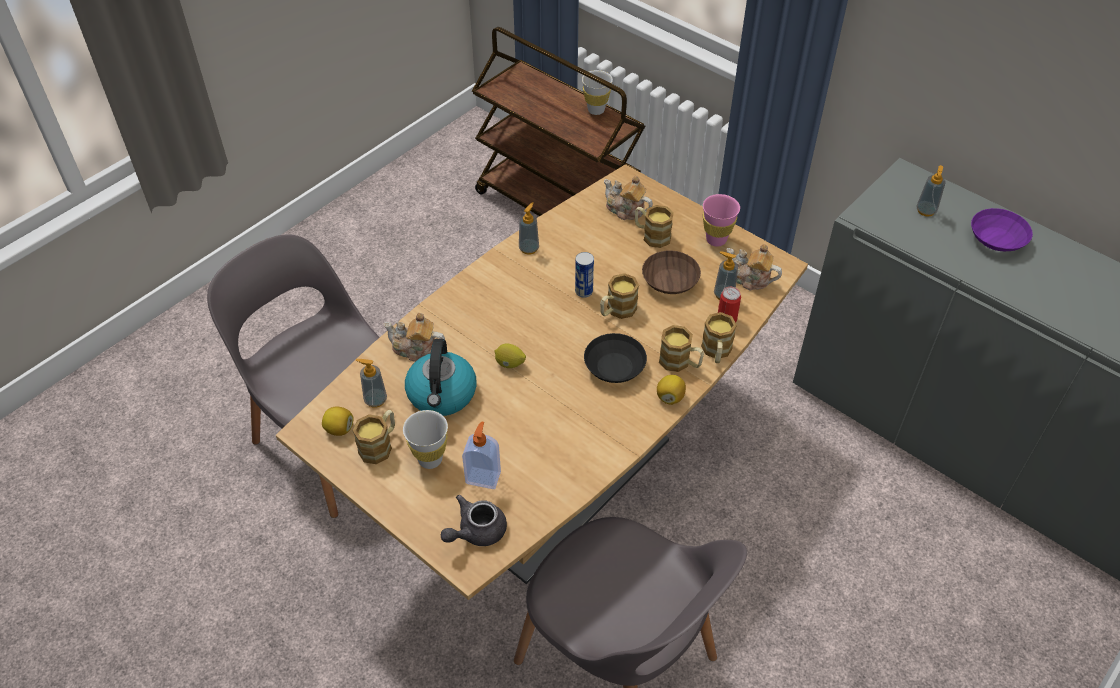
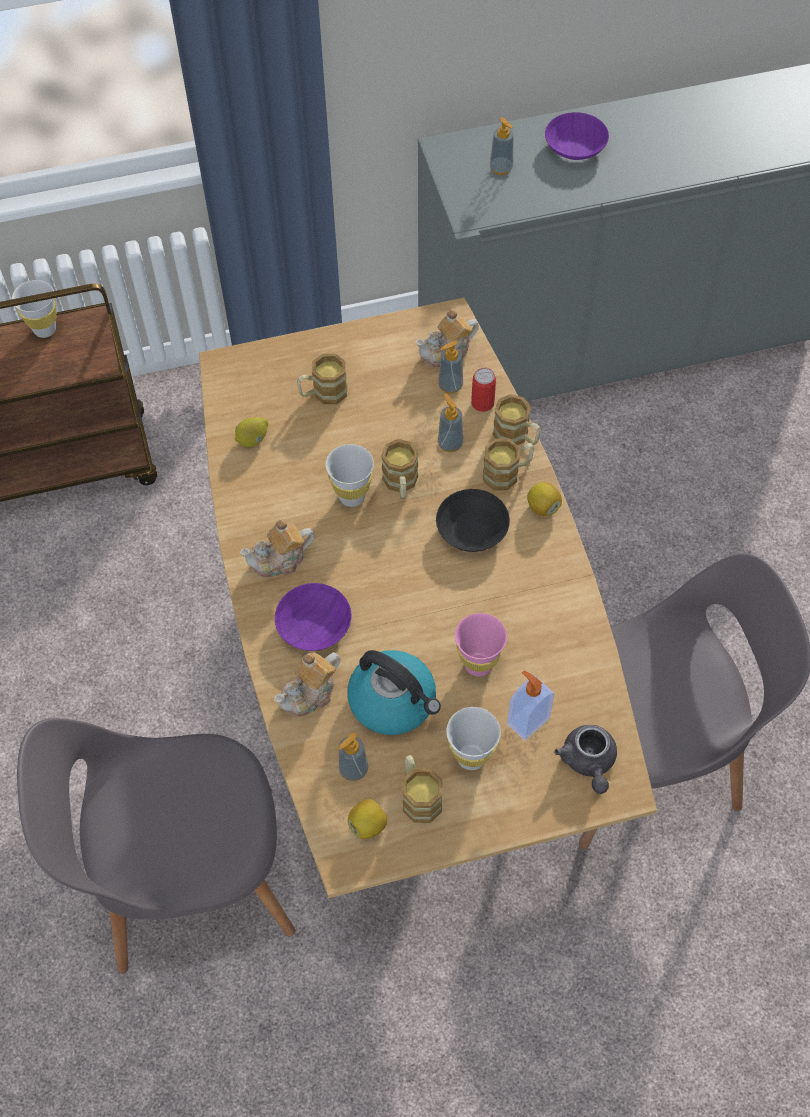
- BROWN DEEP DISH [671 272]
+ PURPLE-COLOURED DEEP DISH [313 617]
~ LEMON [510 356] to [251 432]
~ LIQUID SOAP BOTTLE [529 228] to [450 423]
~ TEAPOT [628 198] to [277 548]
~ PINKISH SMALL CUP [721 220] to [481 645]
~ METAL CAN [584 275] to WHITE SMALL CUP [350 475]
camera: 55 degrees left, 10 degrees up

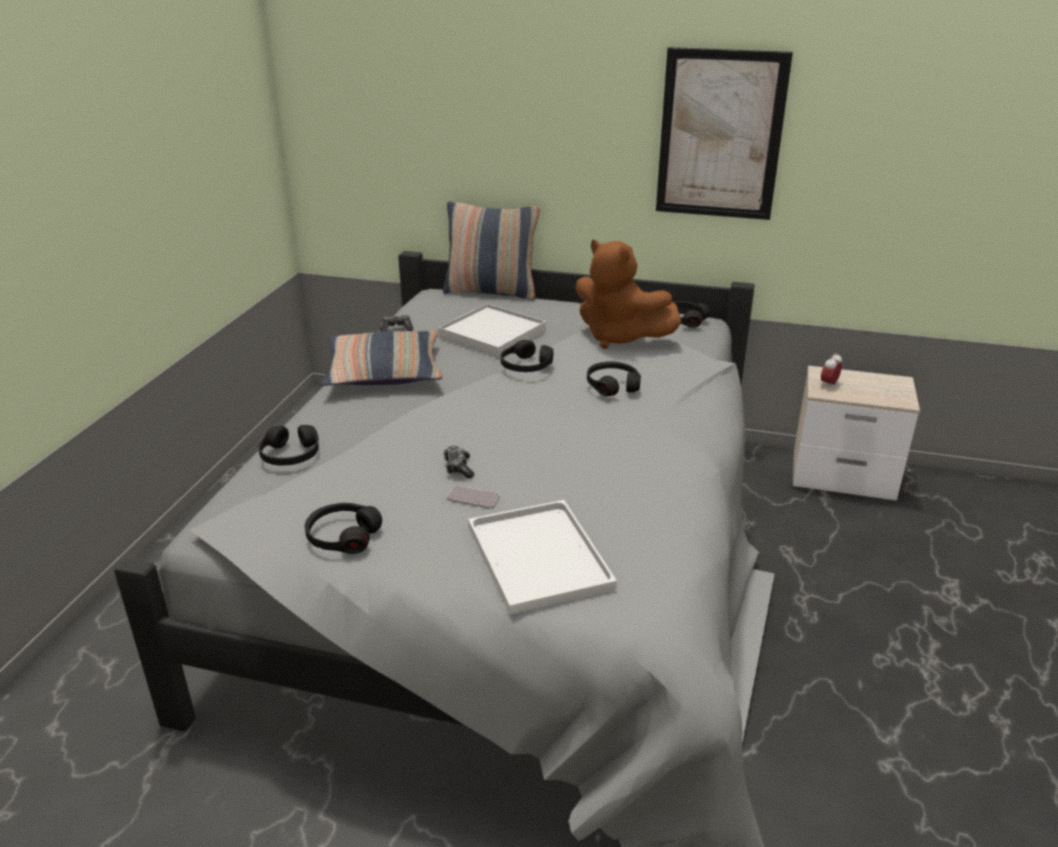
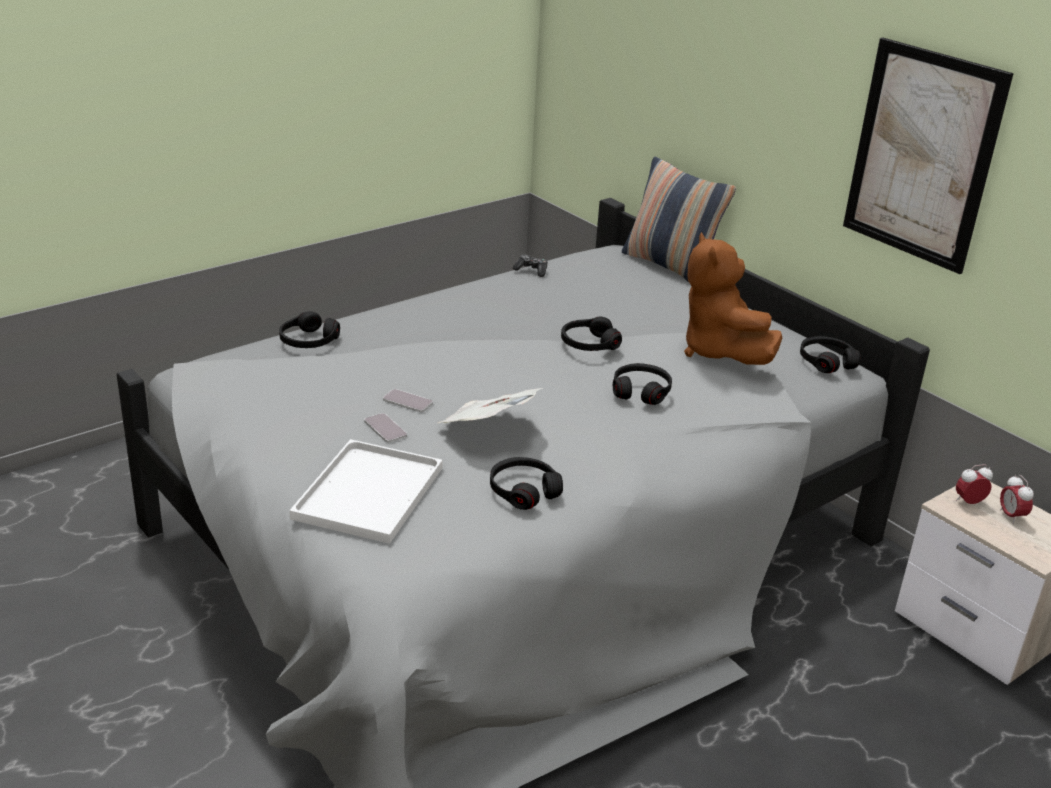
- PILLOW [382 358]
- WHITE SERVING TRAY [492 331]
+ NEWSPAPER [490 405]
+ ALARM CLOCK [1017 499]
~ BLACK-COLOURED HEADPHONES [343 528] to [526 483]
~ JOYPAD [458 462] to HANDSET [408 400]
camera: 35 degrees right, 0 degrees up

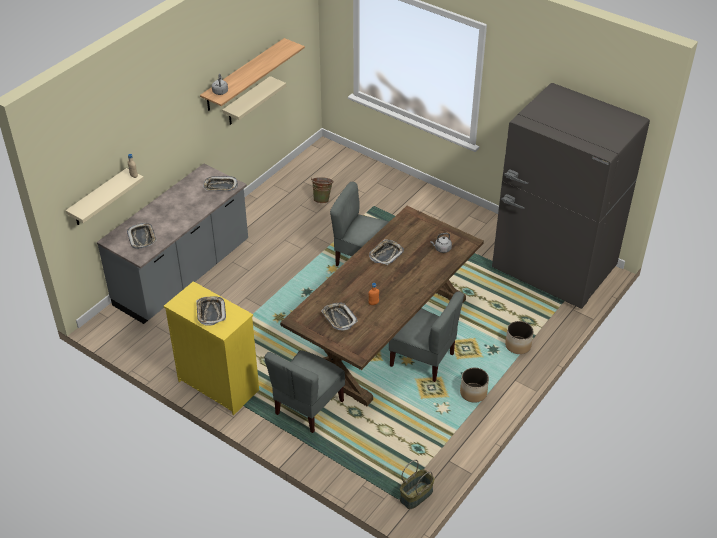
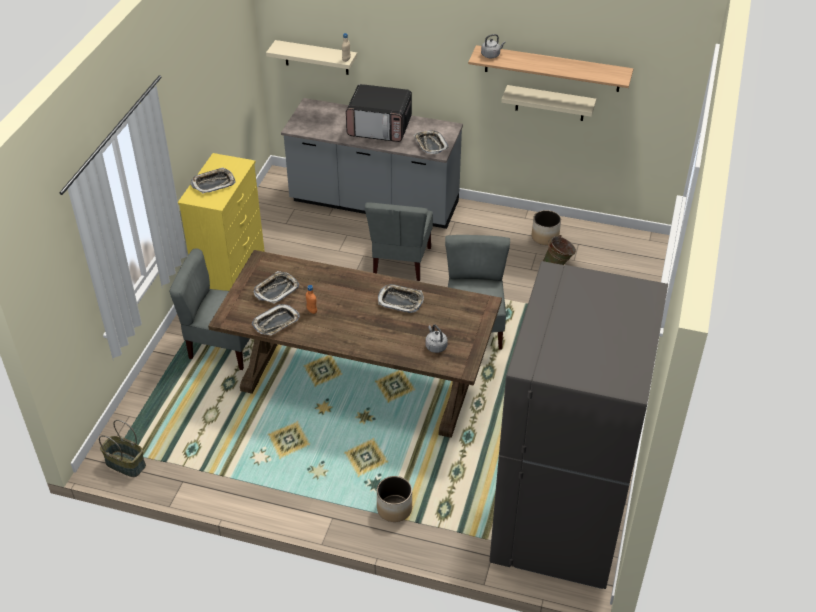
+ KITCHEN MICROWAVE [379 113]
~ SERVING TRAY [142 236] to [276 319]
~ GREYISH CHAIR [426 336] to [399 242]
~ PLANTER [474 385] to [546 227]
camera: 70 degrees right, 0 degrees up

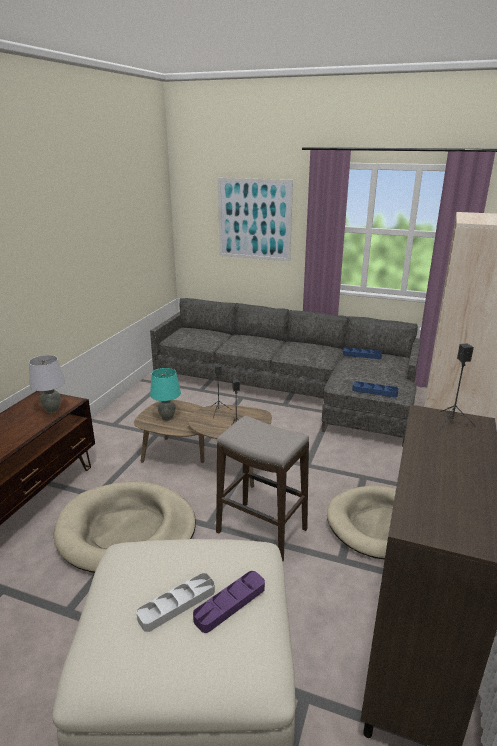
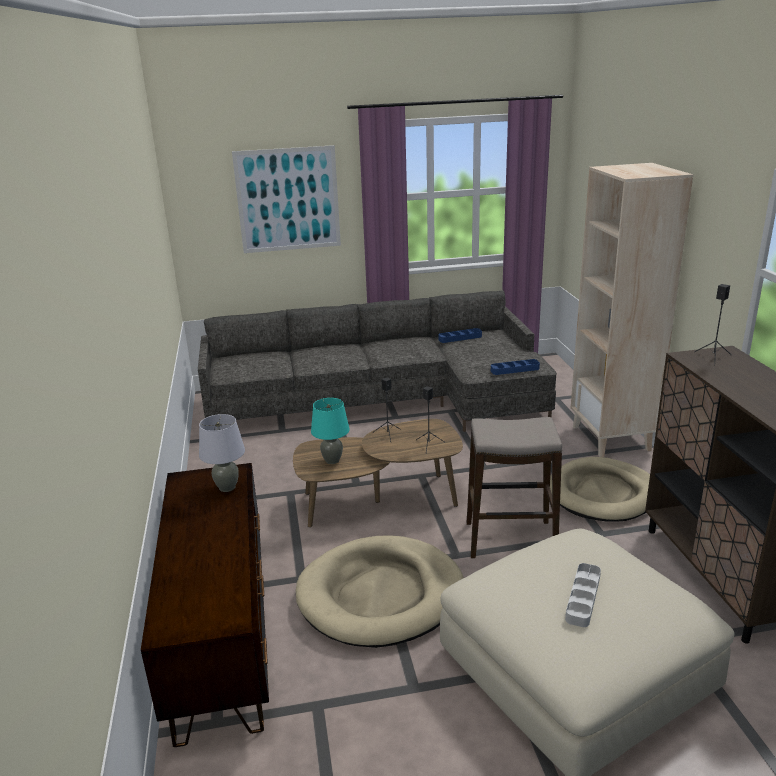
- PURPLE-COLOURED SERVING TRAY [229 602]
camera: 30 degrees left, 0 degrees up

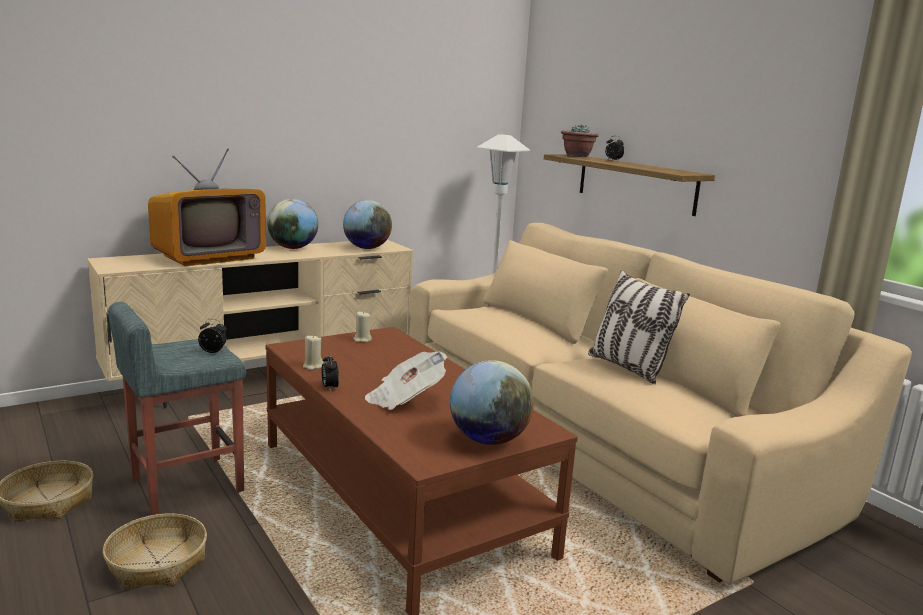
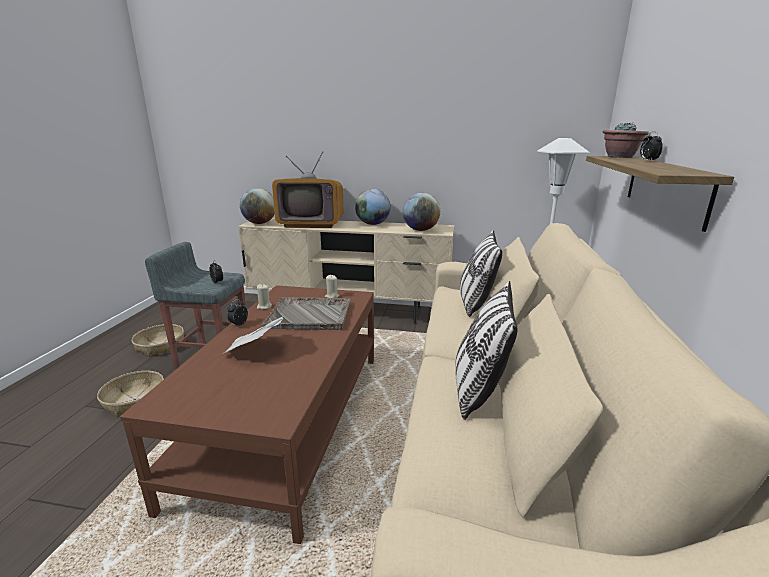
+ GREYISH SERVING TRAY [306 313]
+ PILLOW [481 273]
~ DESK GLOBE [492 402] to [257 206]
camera: 45 degrees right, 5 degrees up

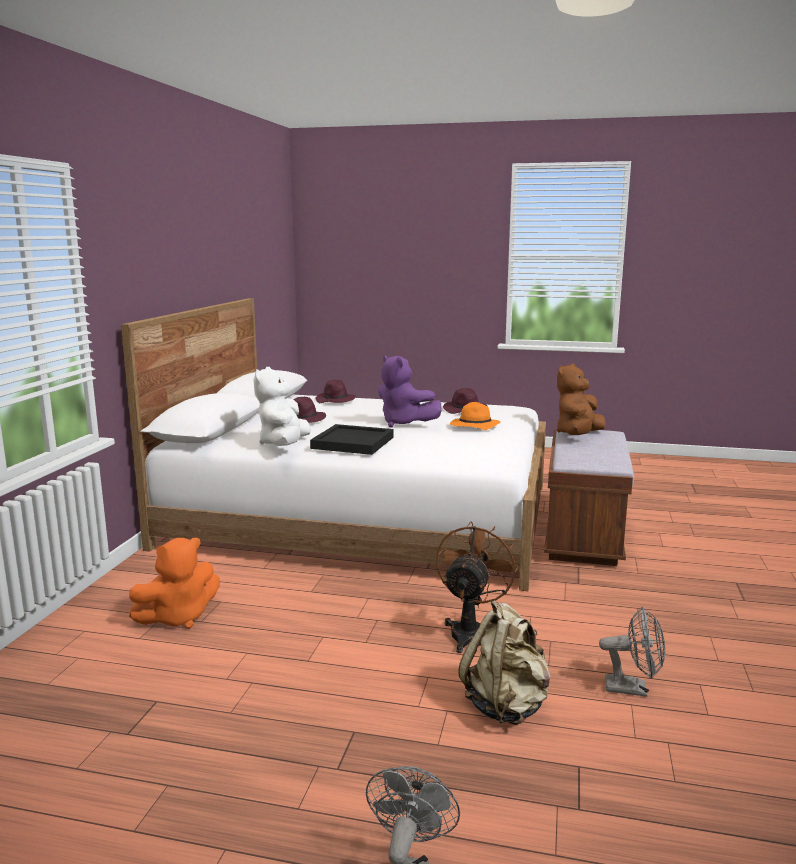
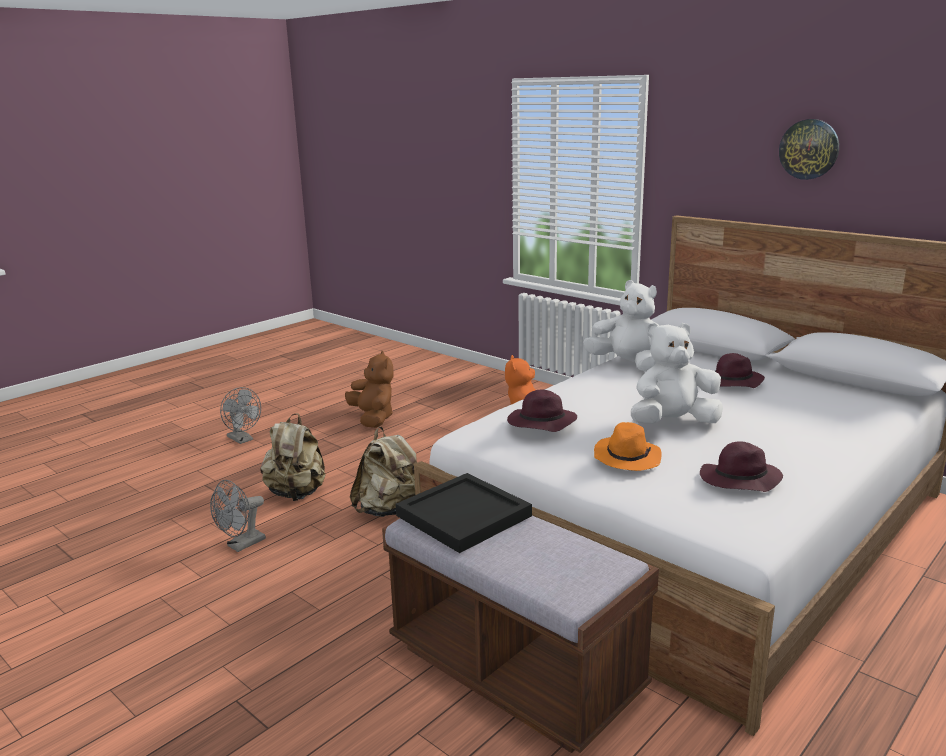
+ WALL CLOCK [809 149]
~ BLACK-COLOURED SERVING TRAY [352 439] to [464 513]
~ PURPLE-COLOURED CLOTHING HAT [335 391] to [542 410]
~ BROWN CUDDLY TOY [581 399] to [369 389]
~ BROWN COOLING FAN [477 587] to BEIGE BACKPACK [383 472]
~ PURPLE-COLOURED CUDDLY TOY [410 391] to WHITE CUDDLY TOY [677 373]
camera: 120 degrees right, 5 degrees up

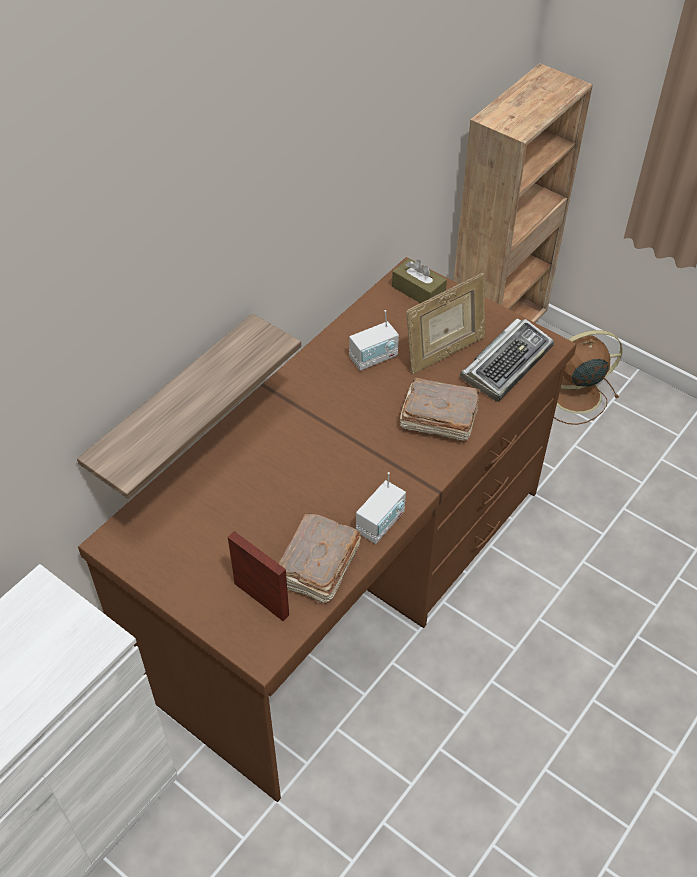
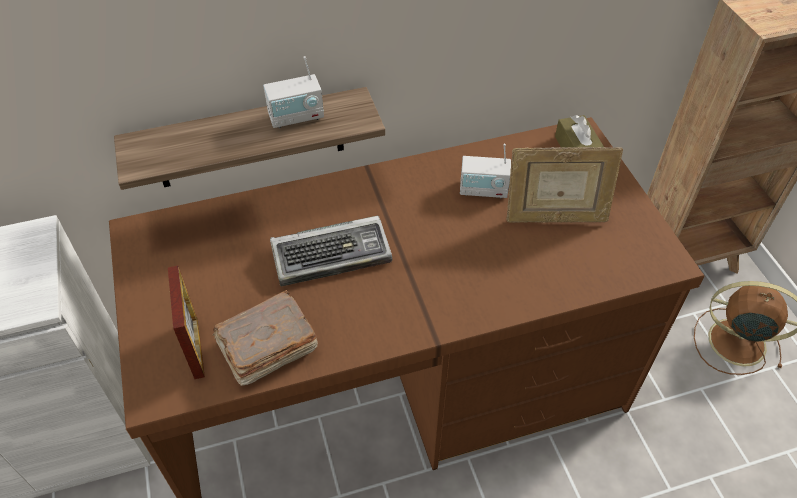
- BROWN BOOK [440 409]
~ RADIO RECEIVER [381 508] to [293 92]
~ PC KEYBOARD [507 360] to [331 251]
camera: 35 degrees right, 0 degrees up

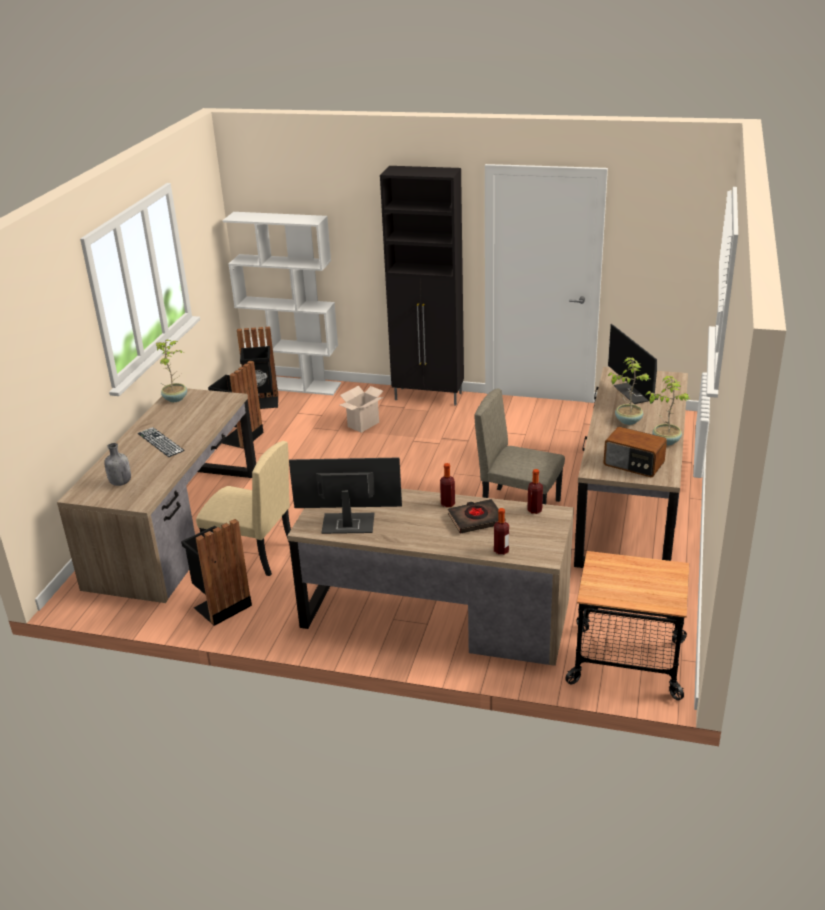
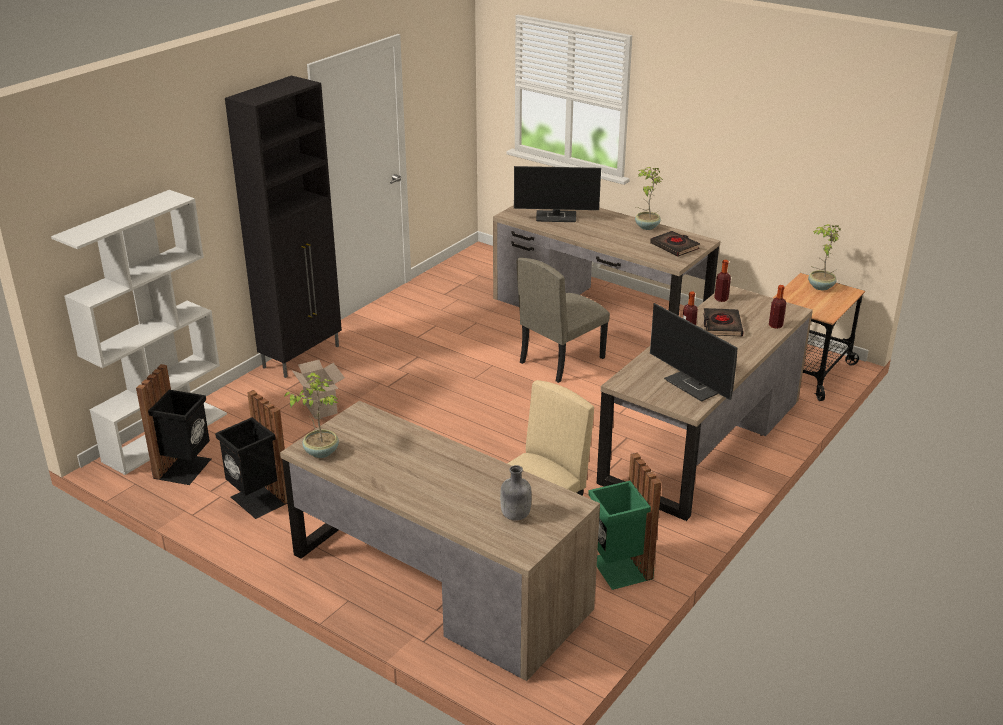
- PC KEYBOARD [161 442]
~ HOUSEPLANT [628 391] to [824 257]
~ RADIO RECEIVER [635 452] to BLACK-COLOURED BOOK [675 244]
~ BLACK-COLOURED TRASH CAN [216 572] to GREENISH TRASH CAN [625 521]
~ COMPUTER SCREEN [345 495] = [693 352] 60 degrees counterclockwise
camera: 70 degrees left, 0 degrees up

